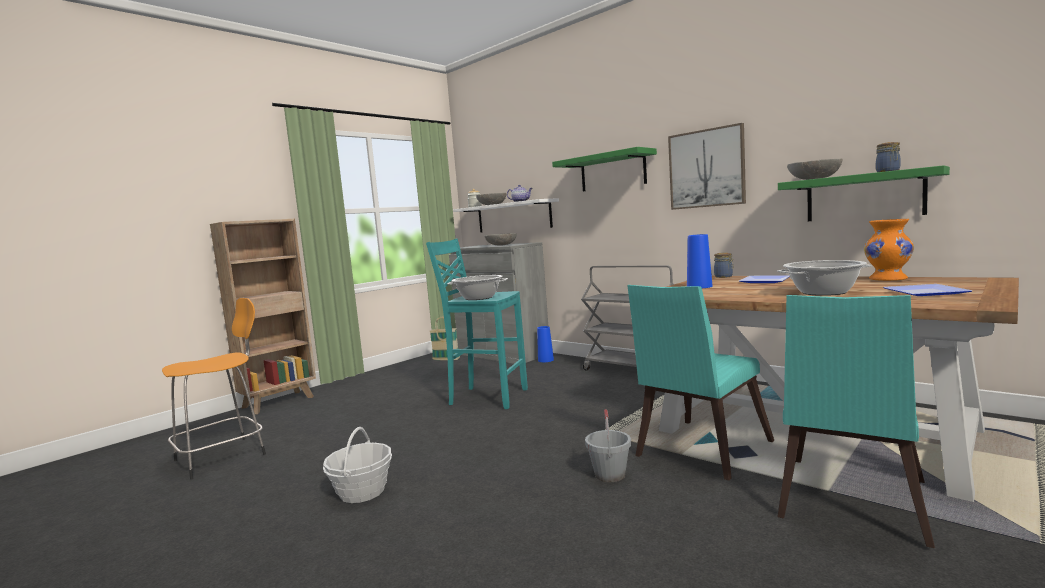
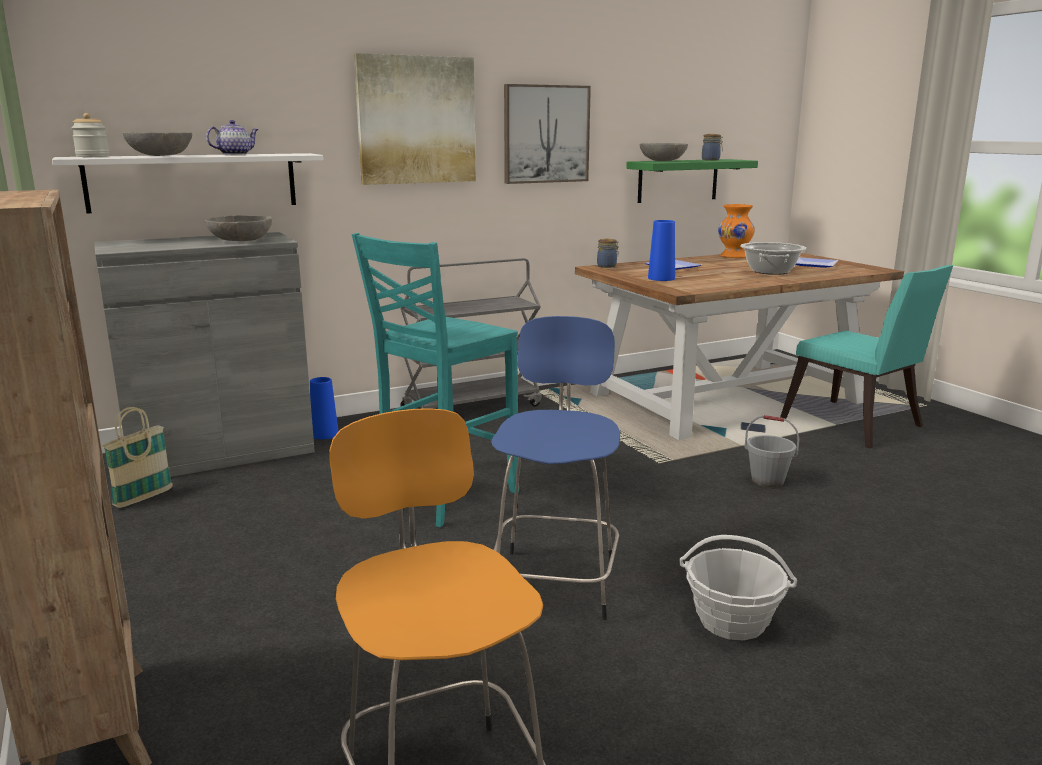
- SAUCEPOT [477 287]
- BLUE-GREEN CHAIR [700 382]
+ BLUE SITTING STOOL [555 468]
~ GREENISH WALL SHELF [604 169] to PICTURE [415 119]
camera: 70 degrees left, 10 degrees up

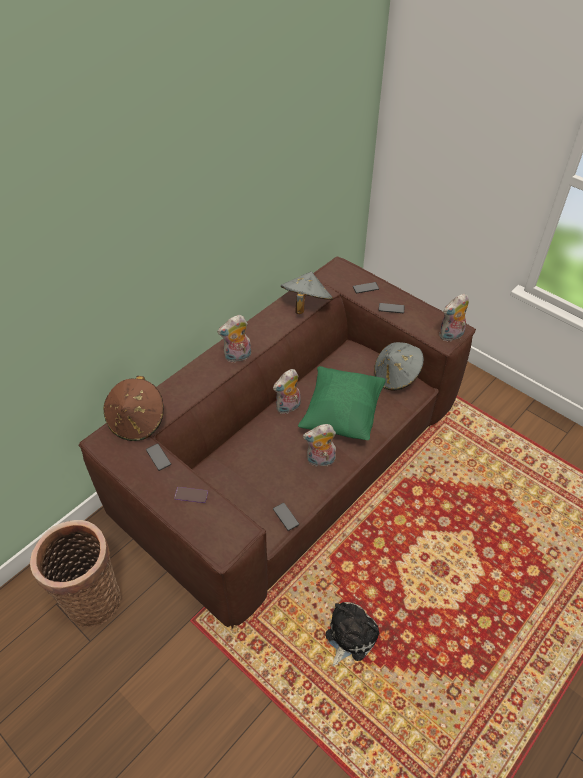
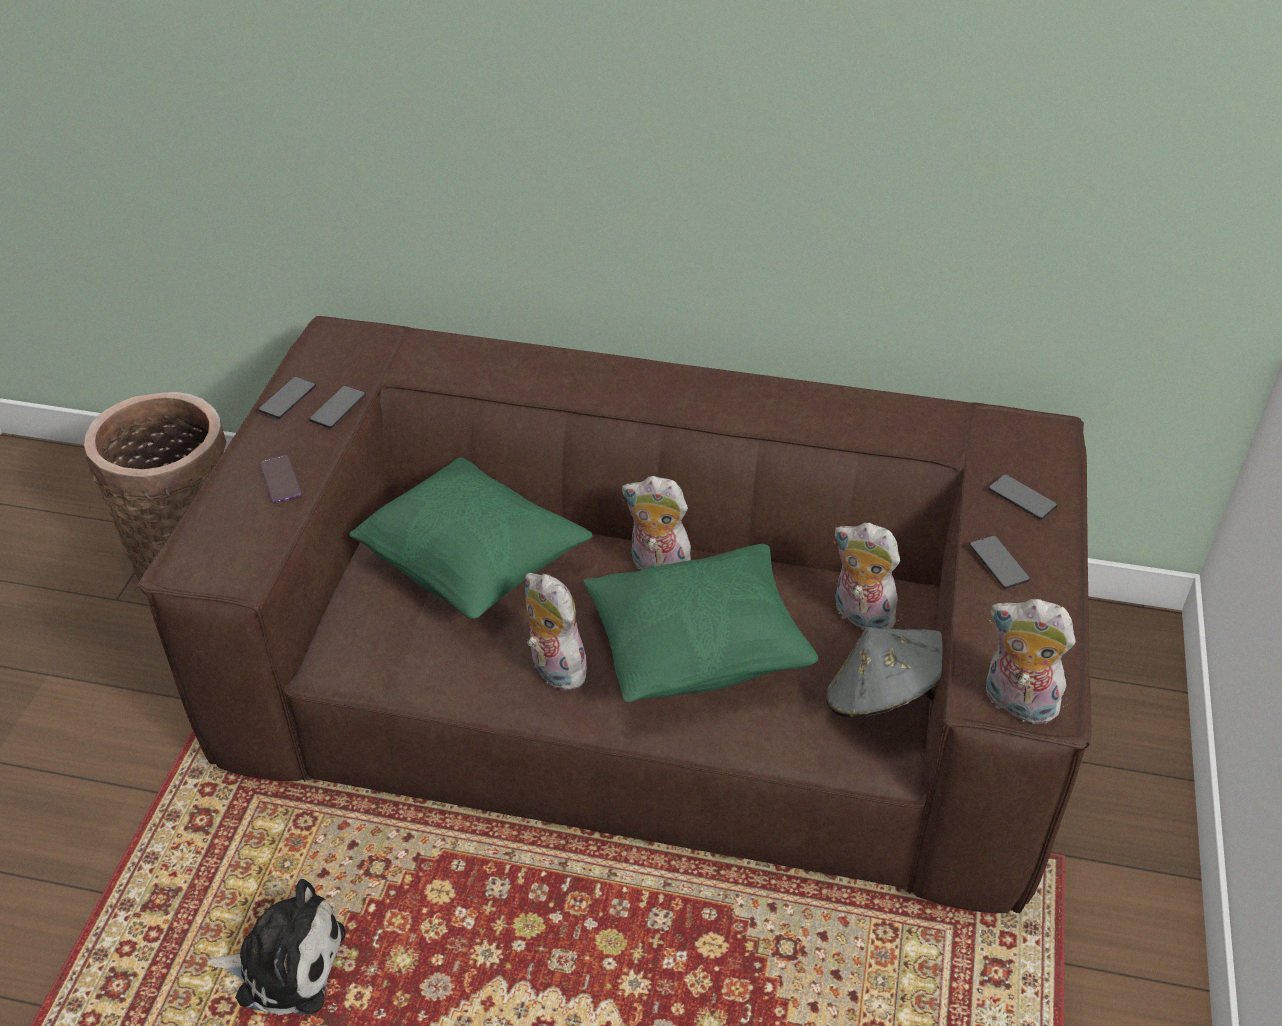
- BROWN CLOTHING HAT [134 408]
- GREYISH CLOTHING HAT [307 293]
+ GREENISH PILLOW [470 538]
~ CUDDLY TOY [234 339] to [867 576]
~ HANDSET [286 517] to [287 398]
camera: 60 degrees right, 5 degrees down

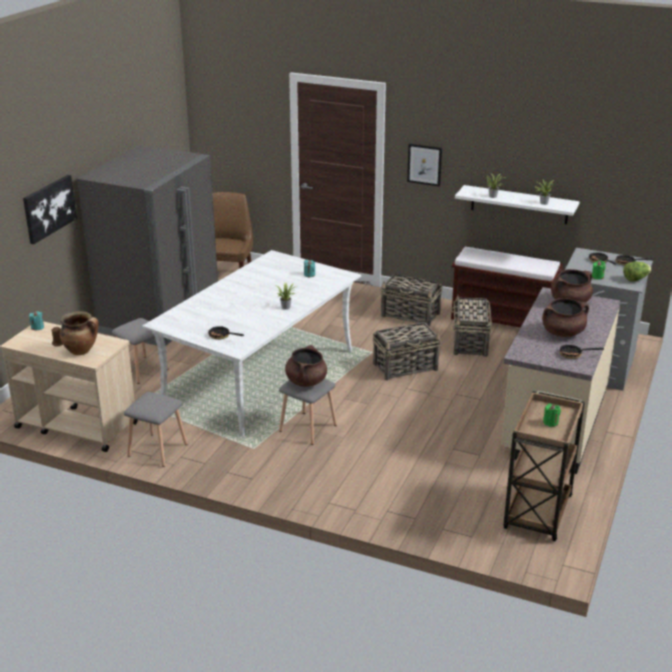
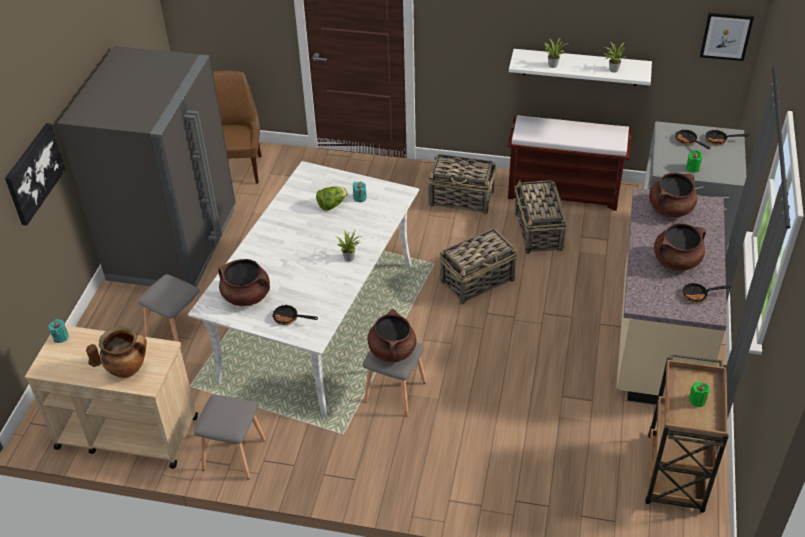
+ BROWN SAUCEPOT [244 282]
~ PICTURE [424 165] to [727 37]
~ HEAD OF LETTUCE [637 271] to [331 198]
camera: 10 degrees left, 15 degrees up

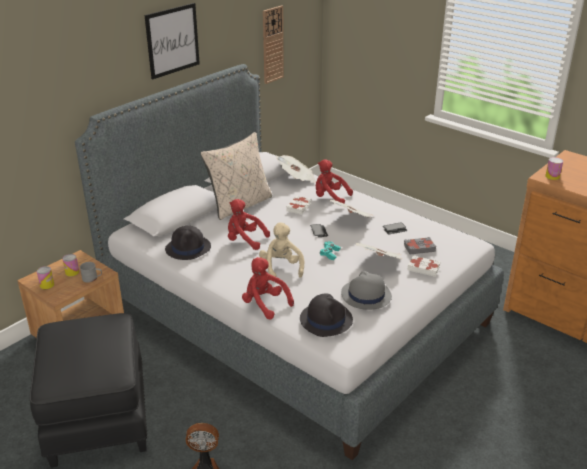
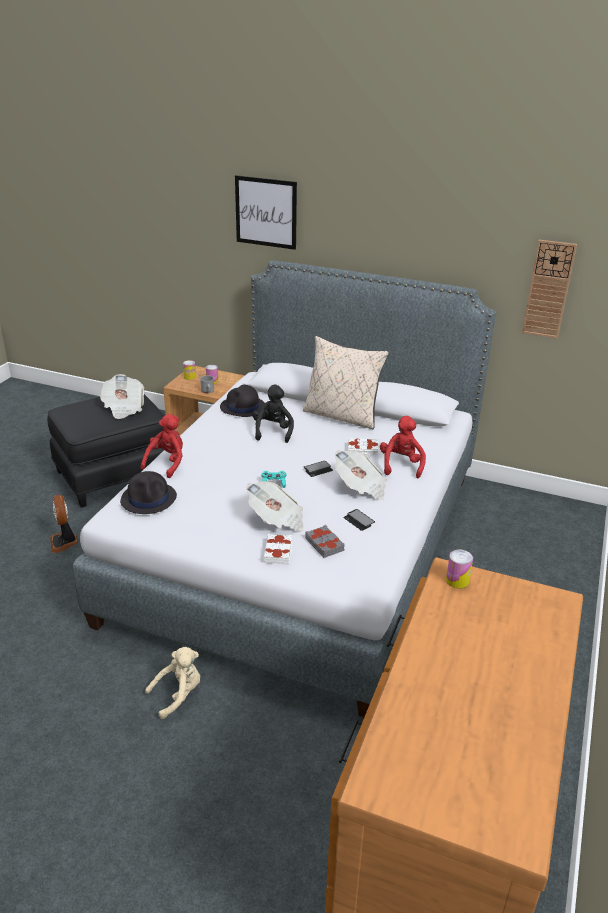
- GREYISH CLOTHING HAT [366 290]
~ PICTURE [172 41] to [266 212]
~ BEIGE CUDDLY TOY [281 250] to [172 683]
~ NEWSPAPER [296 169] to [122 396]
~ RED CUDDLY TOY [249 224] to BLACK-COLOURED CUDDLY TOY [273 414]
camera: 70 degrees right, 0 degrees up

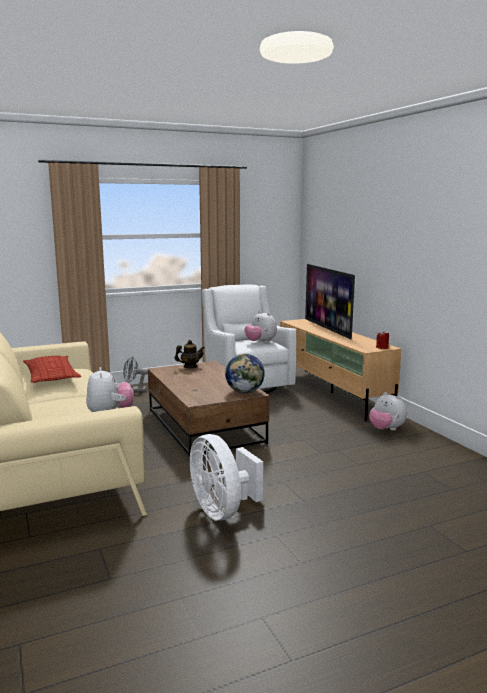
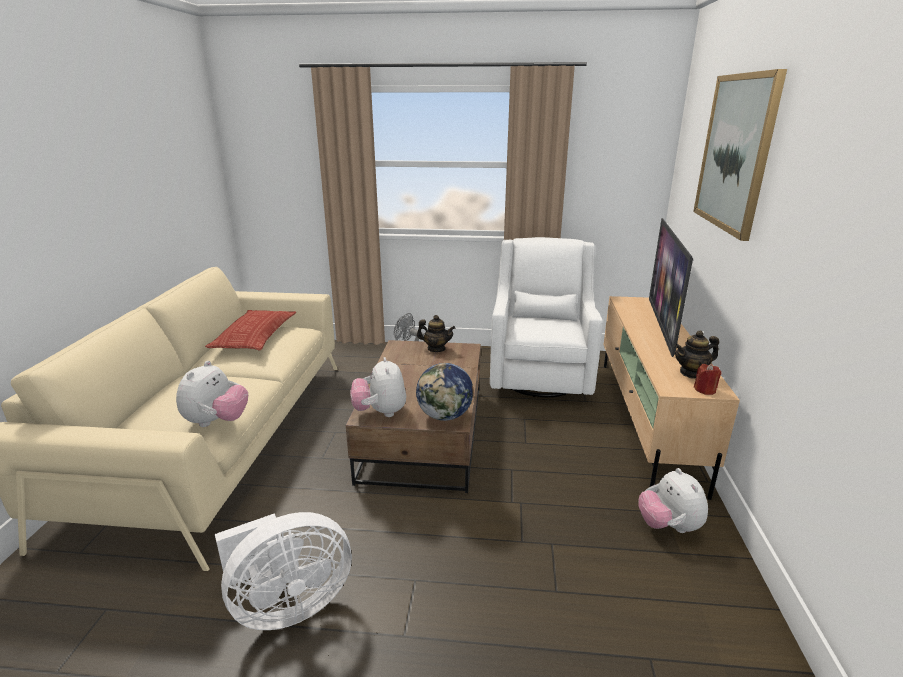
+ TEAPOT [697 354]
+ PICTURE [740 155]
~ CUDDLY TOY [261 327] to [378 387]
~ WHITE COOLING FAN [226 477] = [283 571] 120 degrees counterclockwise
camera: 30 degrees right, 10 degrees up

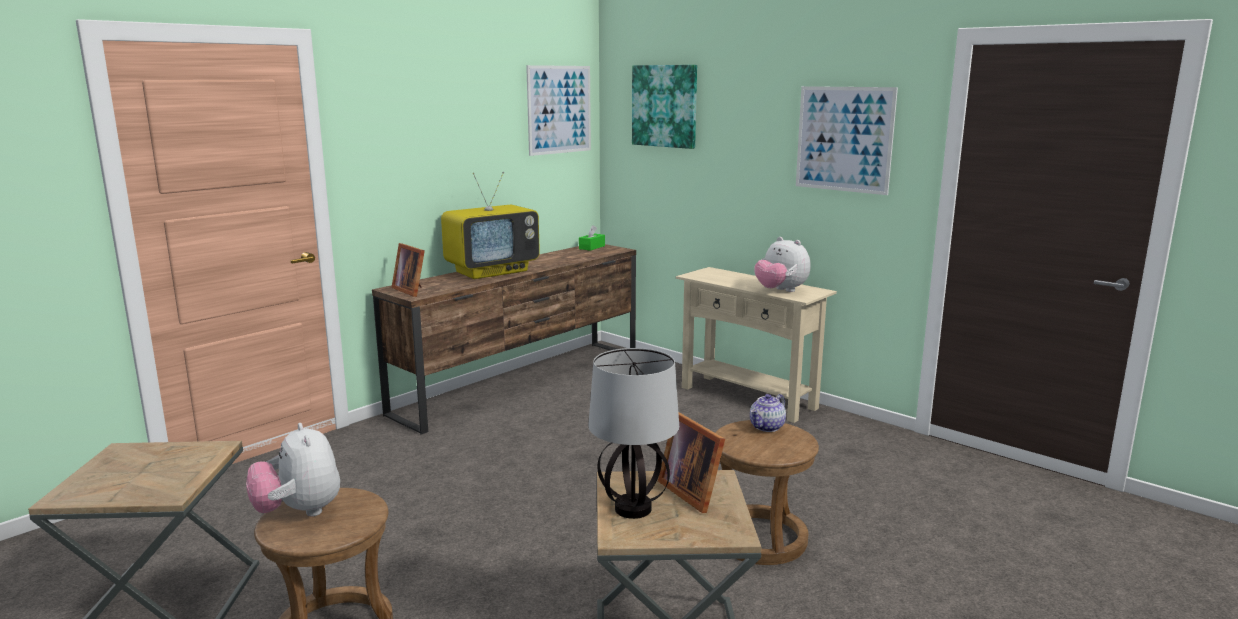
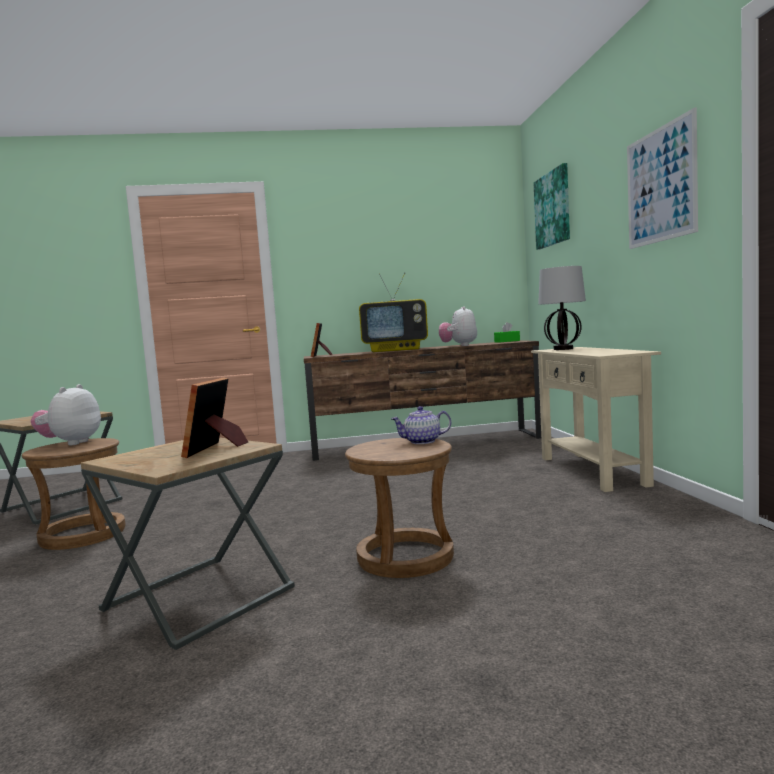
- PICTURE [558 110]
~ TABLE LAMP [633 433] to [562 308]
~ CUDDLY TOY [782 264] to [458 326]
camera: 40 degrees right, 10 degrees down

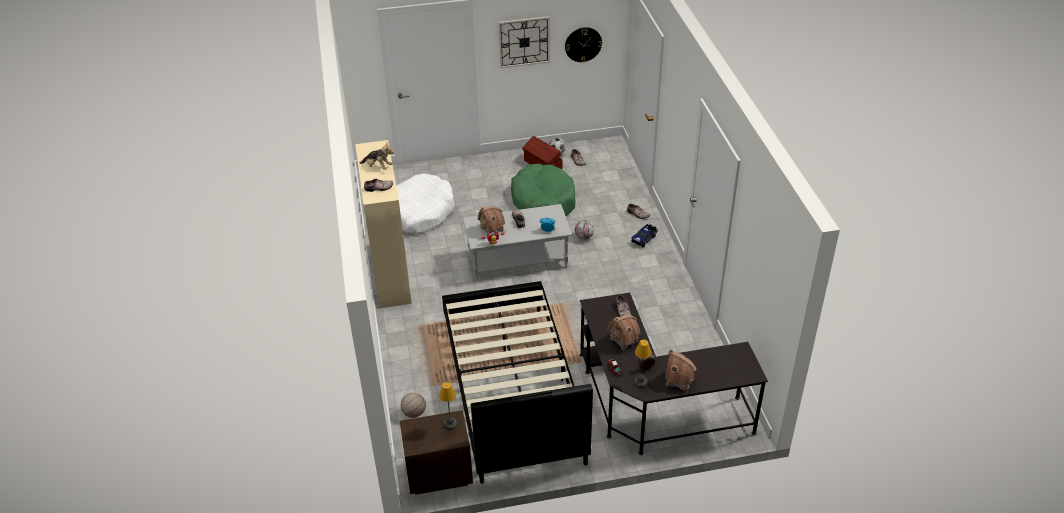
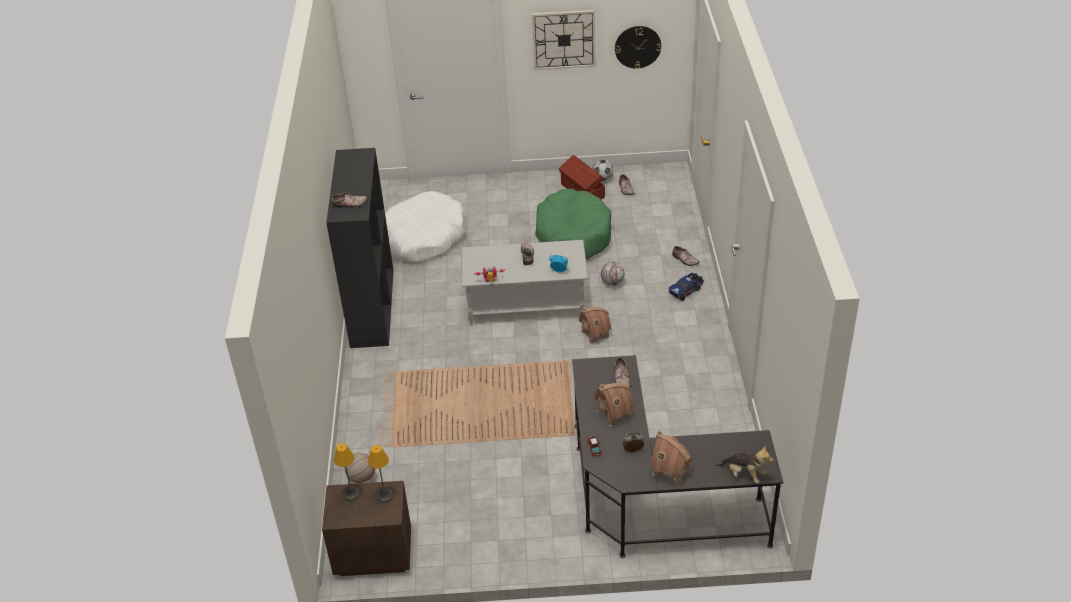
- BLACK-COLOURED SLEEPING BED [517 382]
~ CUDDLY TOY [376 156] to [745 464]
~ MODEL HOUSE [491 220] to [595 325]
~ TABLE LAMP [643 364] to [347 472]
~ BEIGE BOOKSHELF [383 224] to BLACK-COLOURED BOOKSHELF [360 248]
camera: 10 degrees right, 0 degrees up

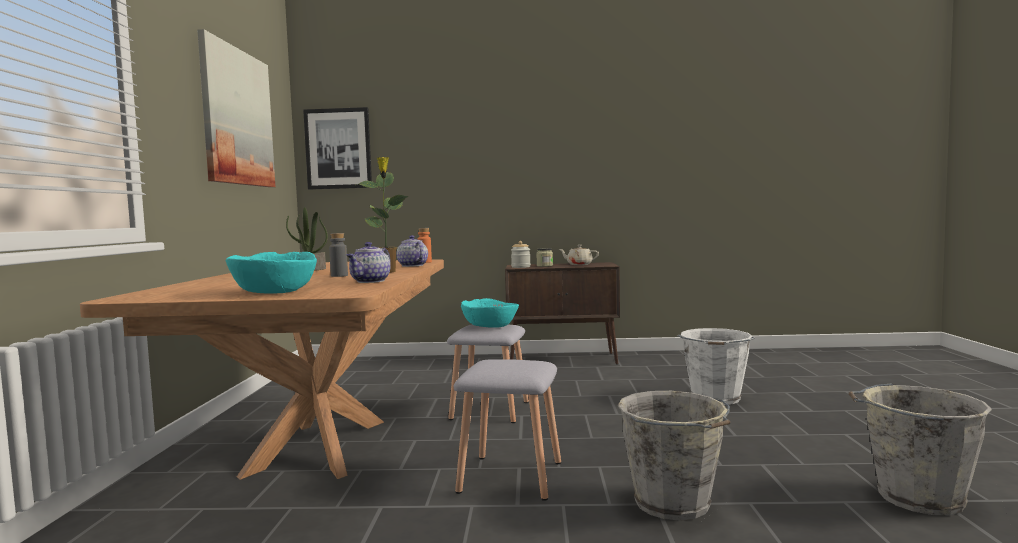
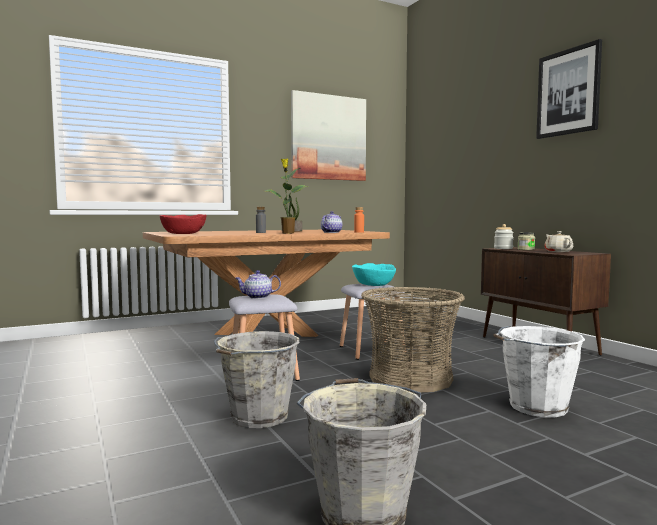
+ BASKET [413 340]
~ PICTURE [337 148] to [569 89]
~ TEAPOT [369 262] to [258 284]
~ BLUE-GREEN DEEP DISH [271 273] to RED DEEP DISH [183 224]
camera: 60 degrees right, 0 degrees up

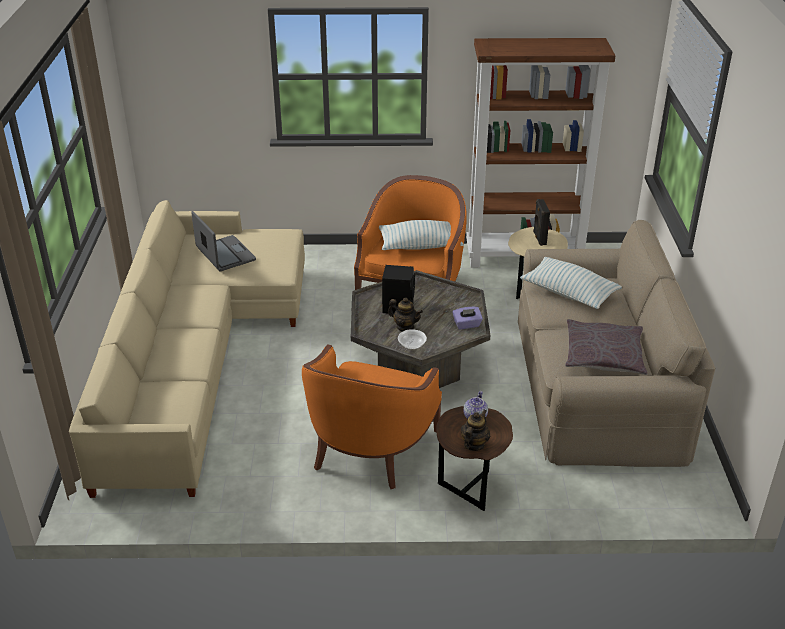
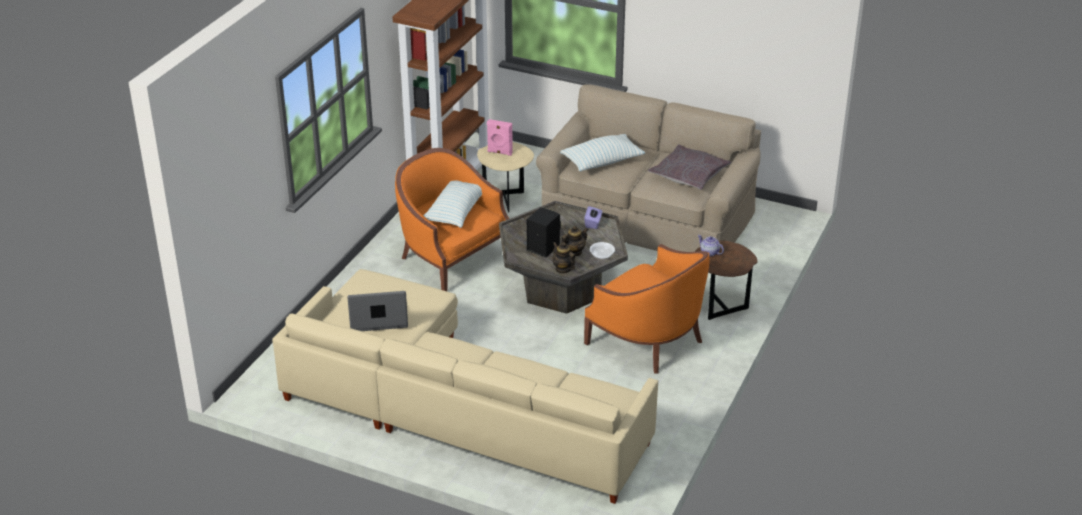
~ TEAPOT [475 430] to [563 258]
~ BLACK-COLOURED AUDIO SPEAKER [541 222] to PINKISH AUDIO SPEAKER [500 137]
camera: 65 degrees left, 0 degrees up

